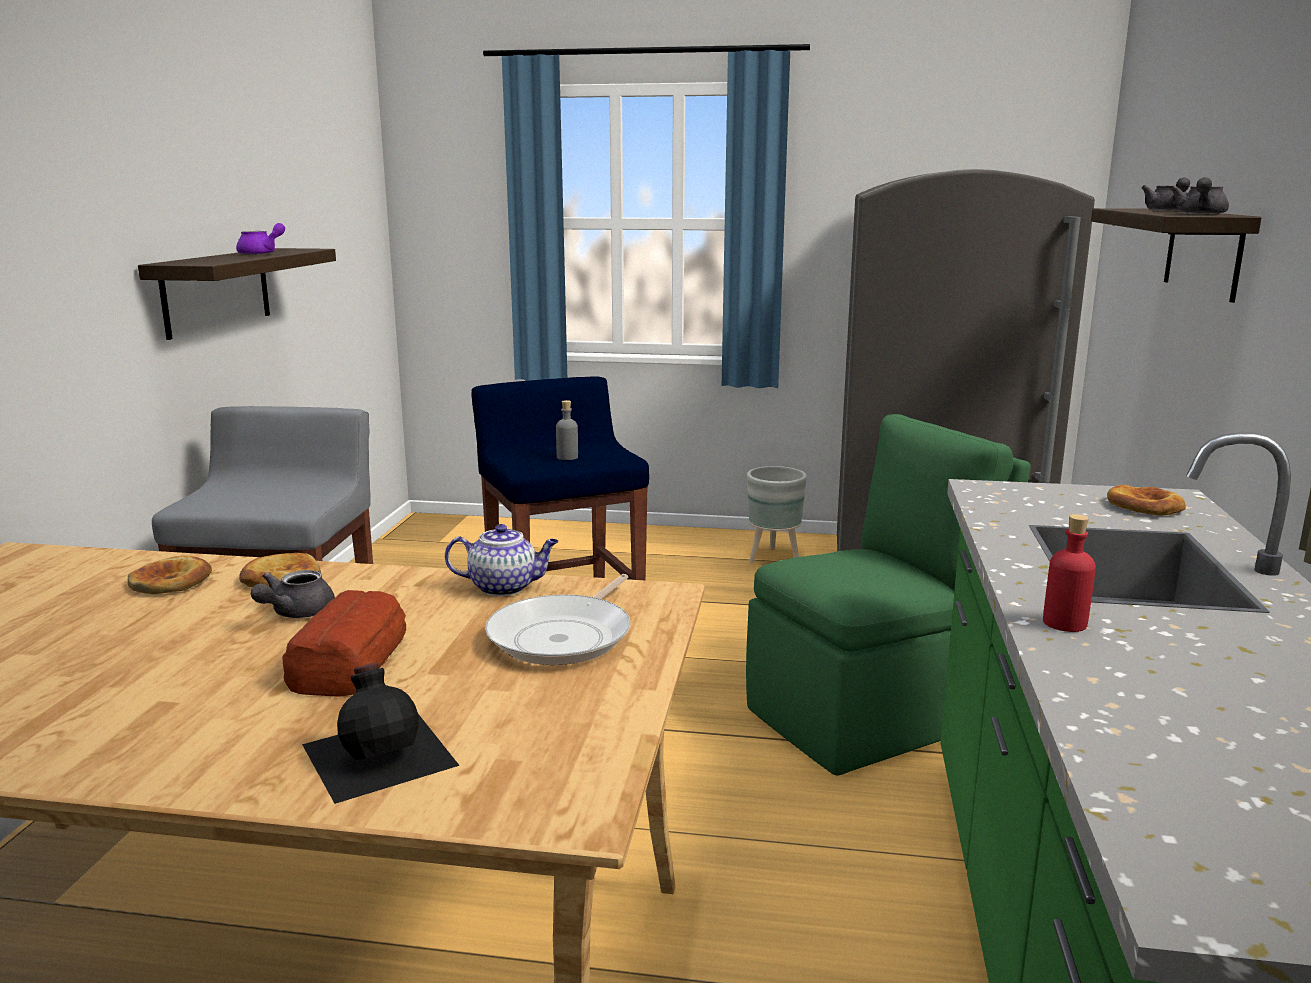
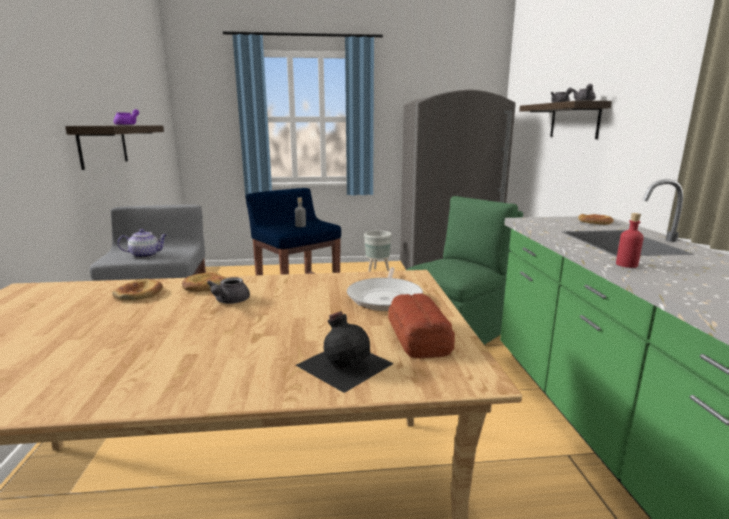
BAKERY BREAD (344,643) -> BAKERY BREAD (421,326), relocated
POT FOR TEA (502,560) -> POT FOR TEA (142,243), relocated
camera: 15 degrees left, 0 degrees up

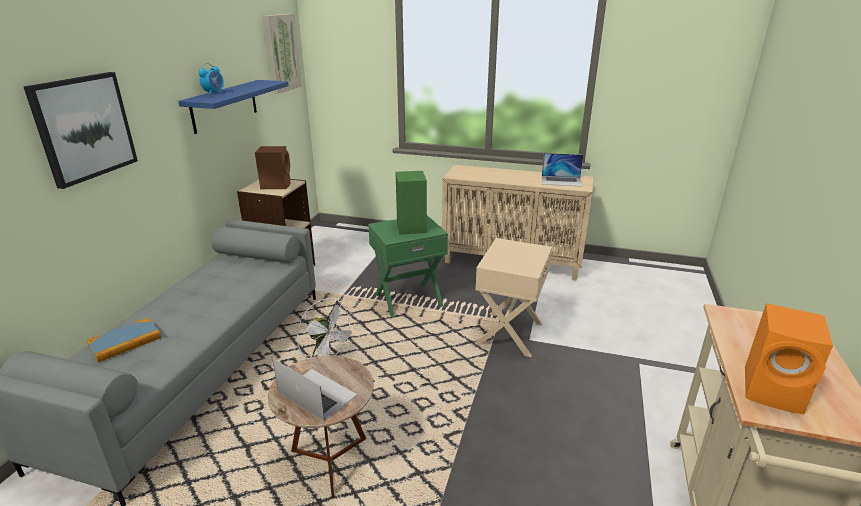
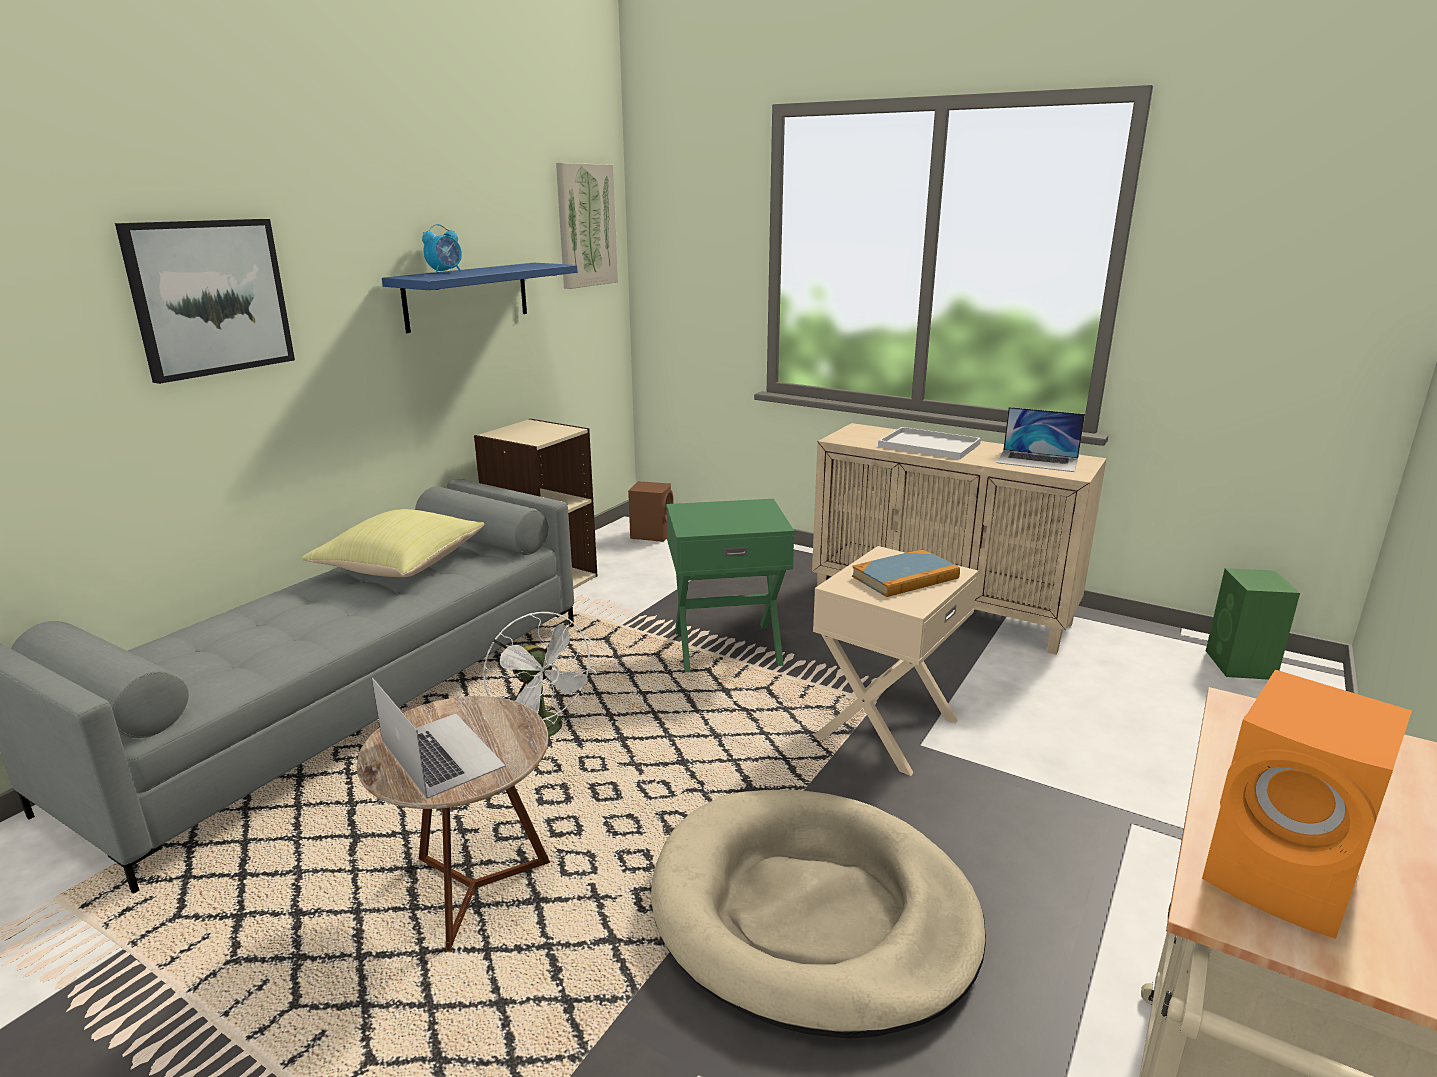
none -> YELLOW-COLOURED PILLOW (393,543)
none -> SAND-COLOURED PET BED (818,914)
none -> WHITE SERVING TRAY (929,443)
BOOK (123,340) -> BOOK (906,573), relocated
BROWN-COLOURED SPEAKER (273,168) -> BROWN-COLOURED SPEAKER (651,511), relocated
GREENISH SPEAKER (411,203) -> GREENISH SPEAKER (1253,624), relocated
camera: 15 degrees right, 5 degrees down

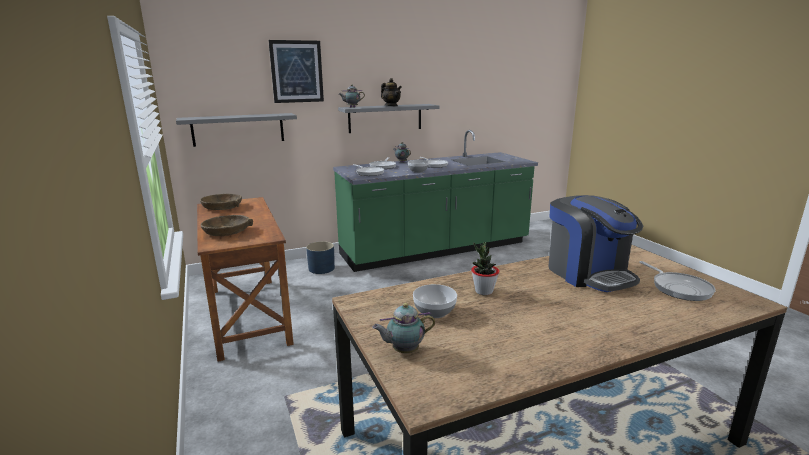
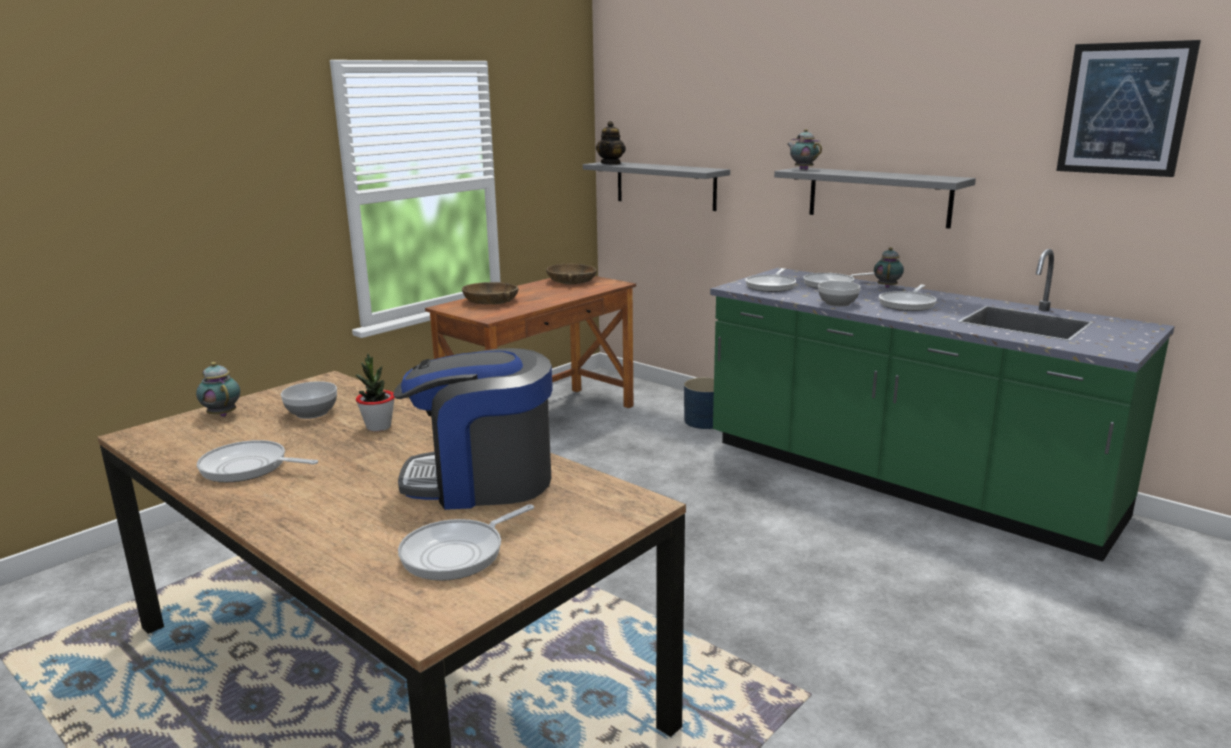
none -> PAN (257,461)
PICTURE (296,71) -> PICTURE (1128,108), relocated
POT FOR TEA (391,92) -> POT FOR TEA (611,143), relocated
COFFEE MAKER (595,243) -> COFFEE MAKER (473,429), 45 degrees clockwise
camera: 65 degrees right, 0 degrees up

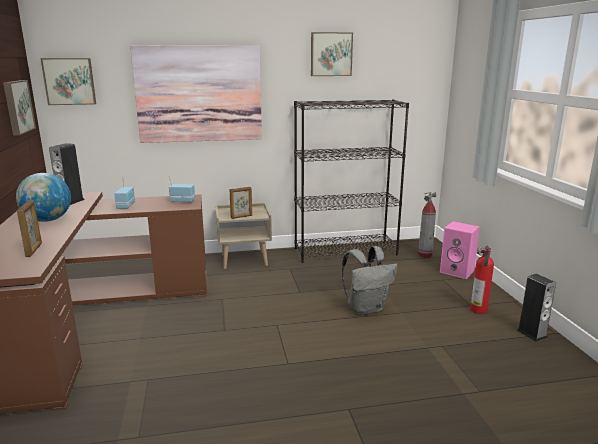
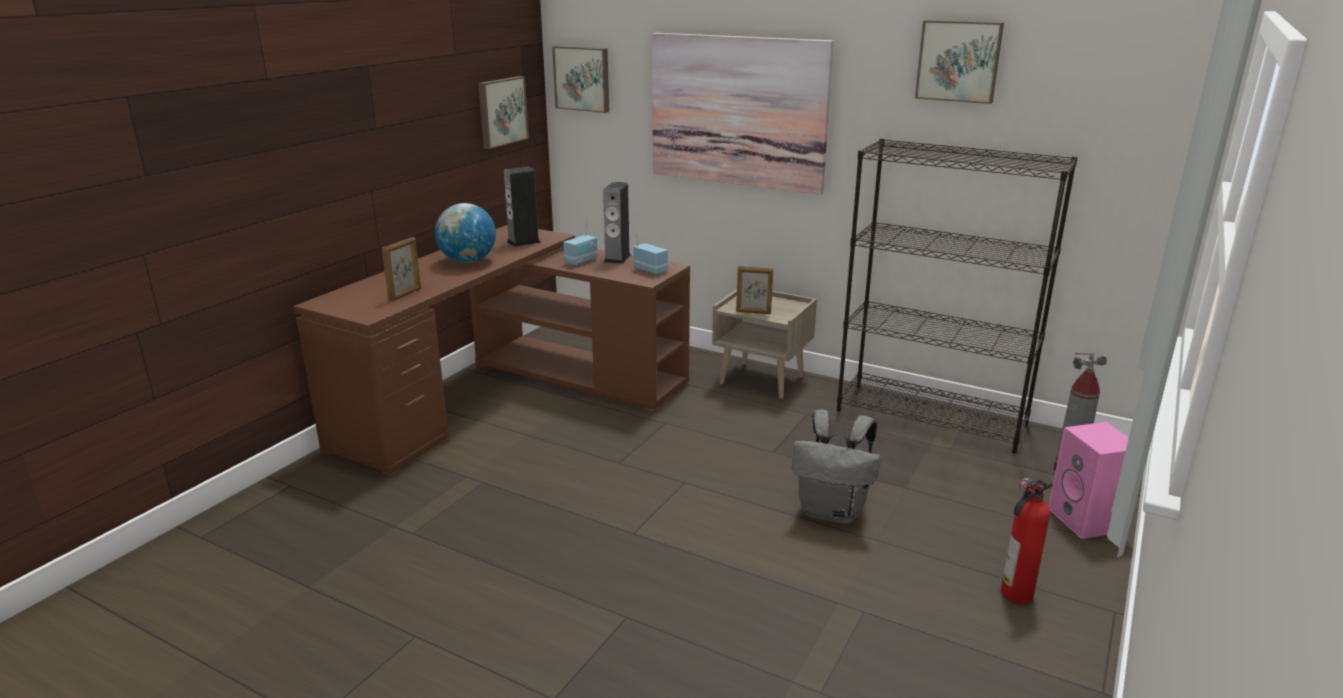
SPEAKER (536,308) -> SPEAKER (617,223), relocated
camera: 40 degrees right, 5 degrees up

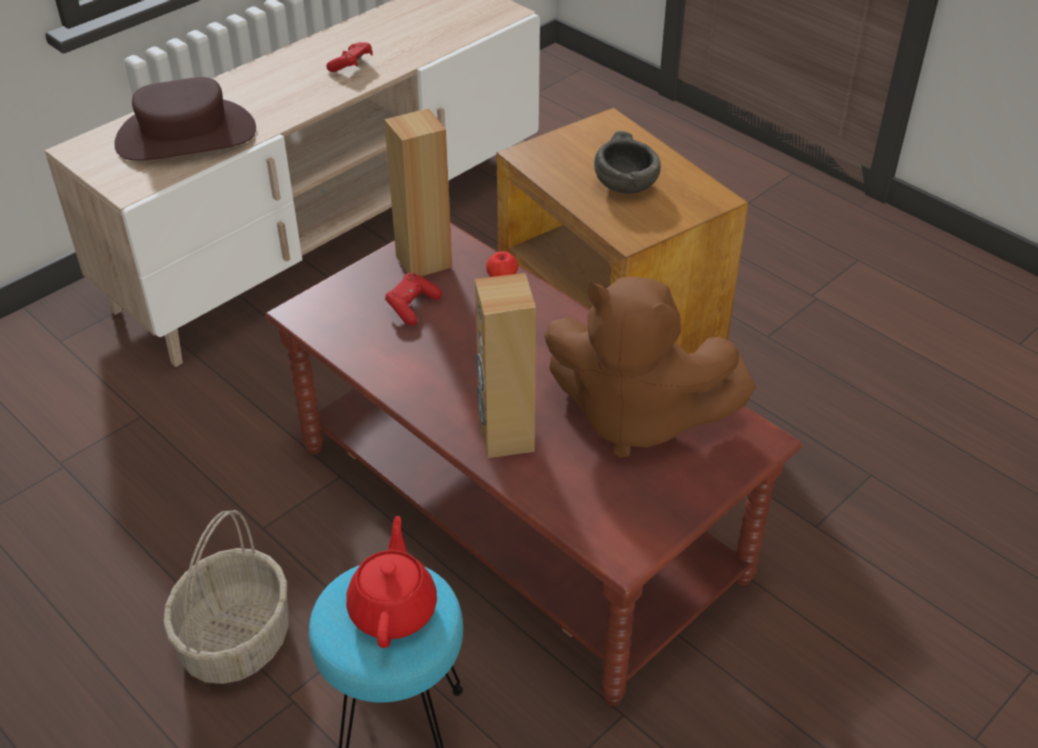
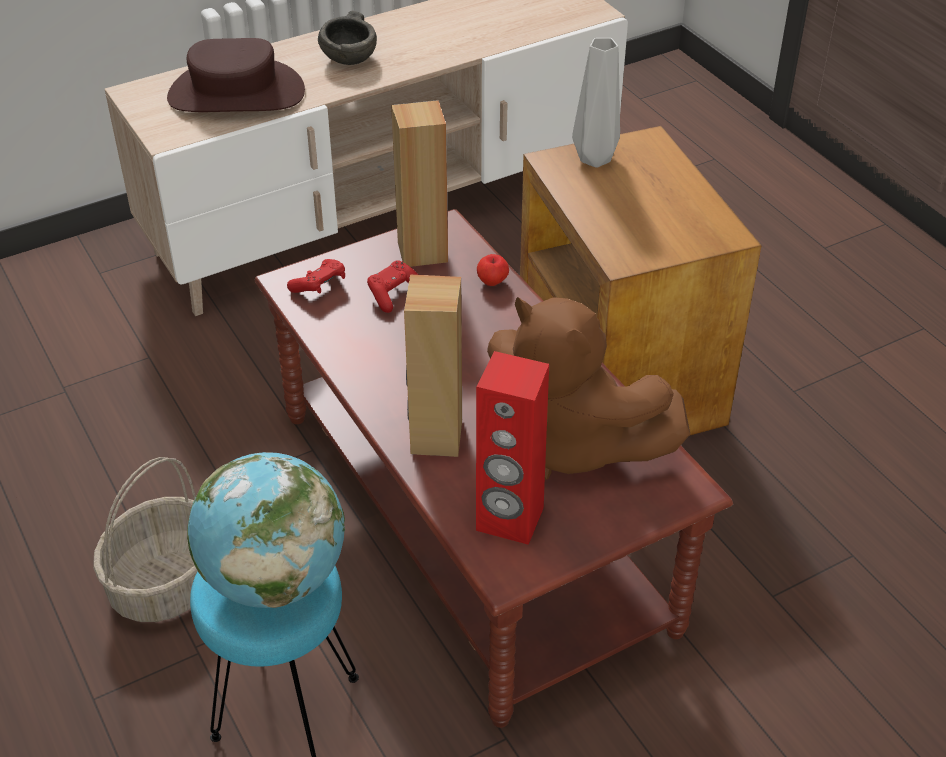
none -> RED-COLOURED SPEAKER (512,448)
none -> GRAY DECORATIVE VASE (596,102)
RED-COLOURED GAME CONTROLLER (349,57) -> RED-COLOURED GAME CONTROLLER (316,276), relocated
GRAY BOWL (627,162) -> GRAY BOWL (347,38), relocated
RED-COLOURED POT FOR TEA (391,582) -> WORLD GLOBE (266,530)
camera: 15 degrees right, 0 degrees up

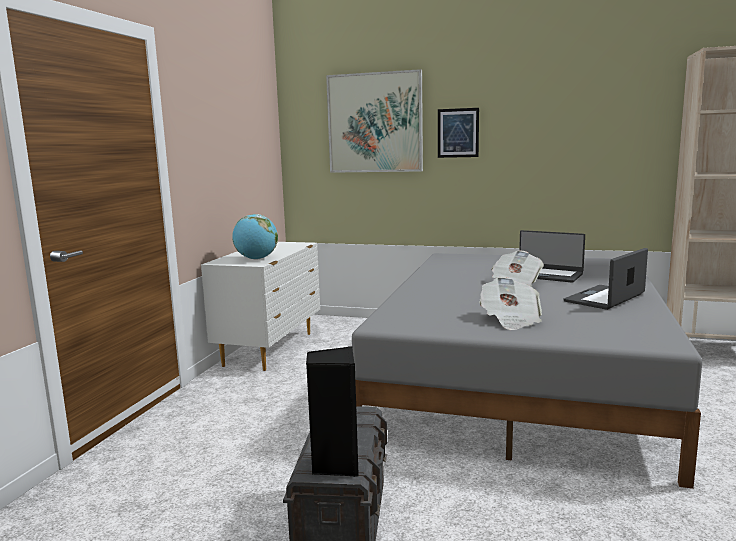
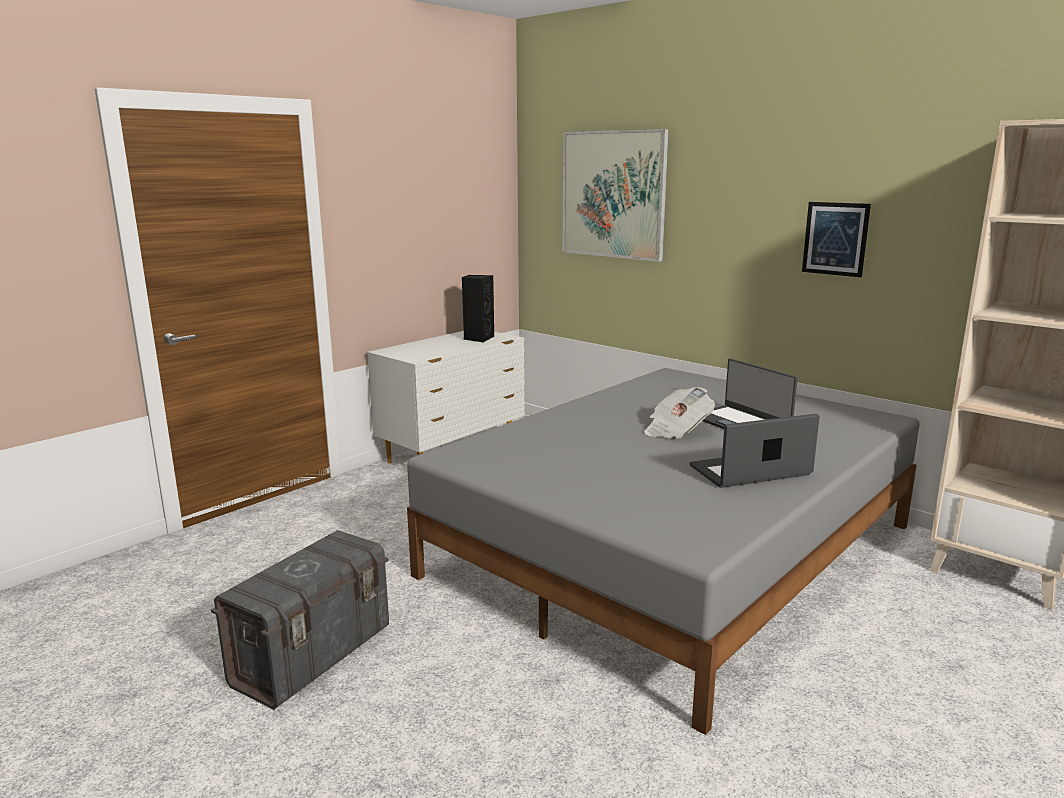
WORLD GLOBE (255,237) -> none
PRINTED PAPER (510,303) -> none
BLACKISH SPEAKER (332,411) -> BLACKISH SPEAKER (478,309), relocated
PICTURE (458,133) -> PICTURE (836,239), relocated
camera: 25 degrees right, 5 degrees up

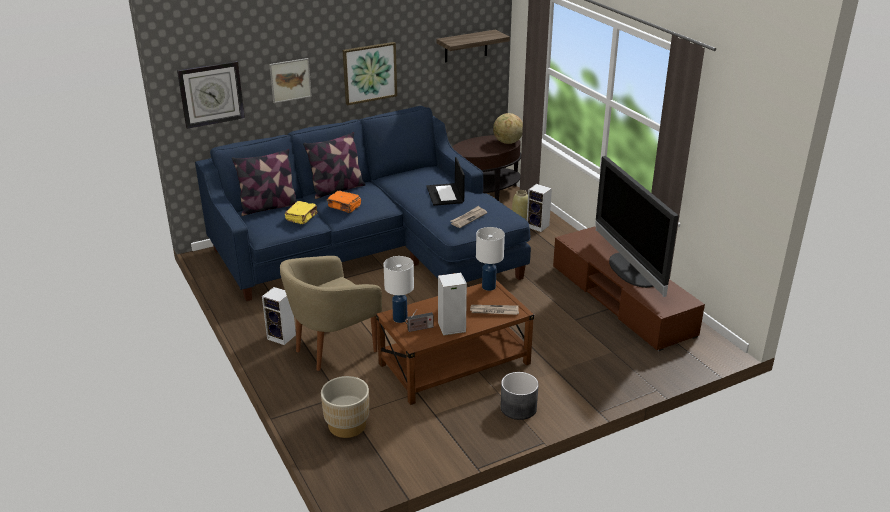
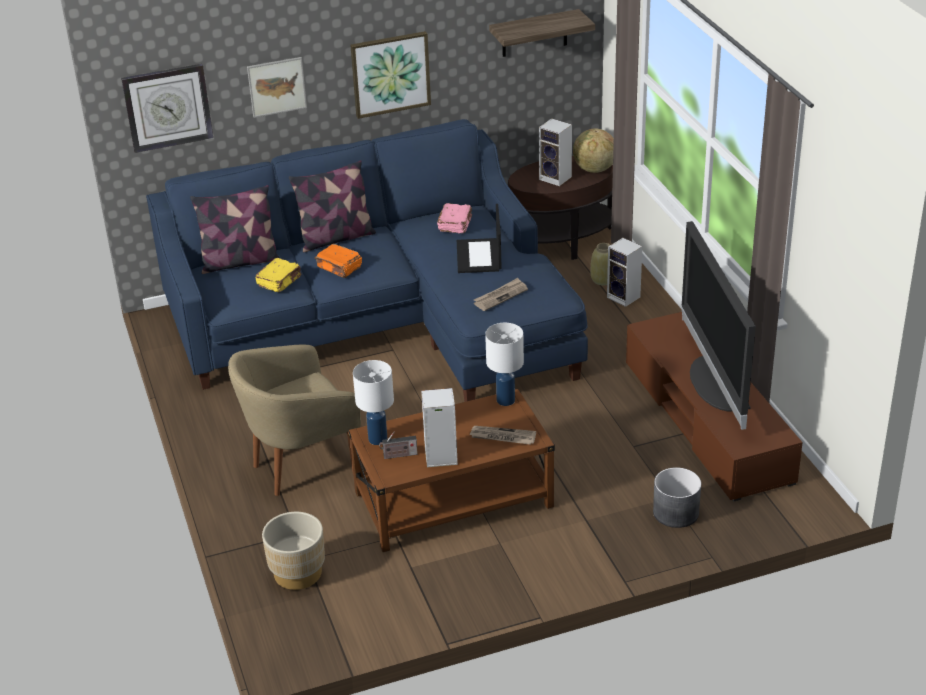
none -> PINKISH BOOK (454,218)
SPEAKER (279,316) -> SPEAKER (555,152), relocated
GRAY PLANTER (520,396) -> GRAY PLANTER (677,497), relocated
camera: 10 degrees right, 5 degrees up

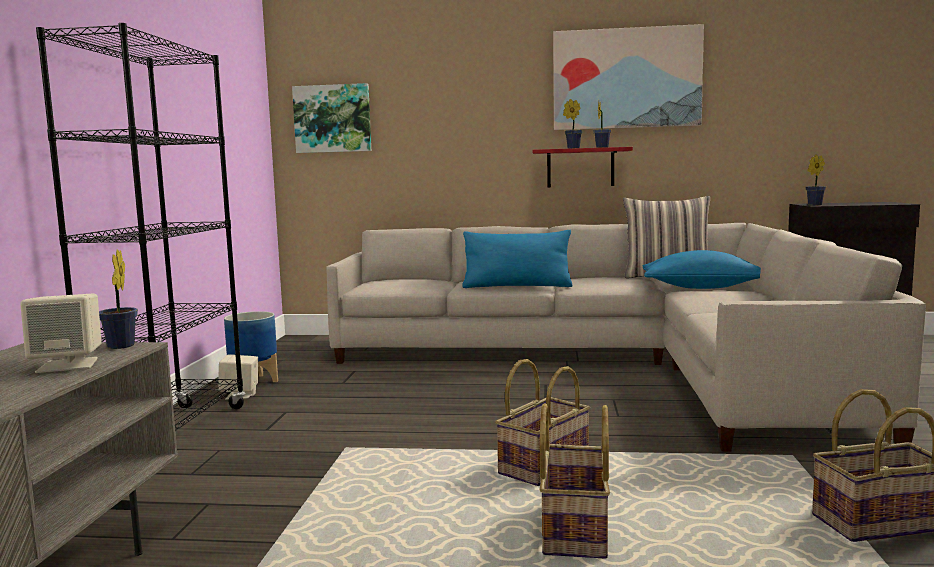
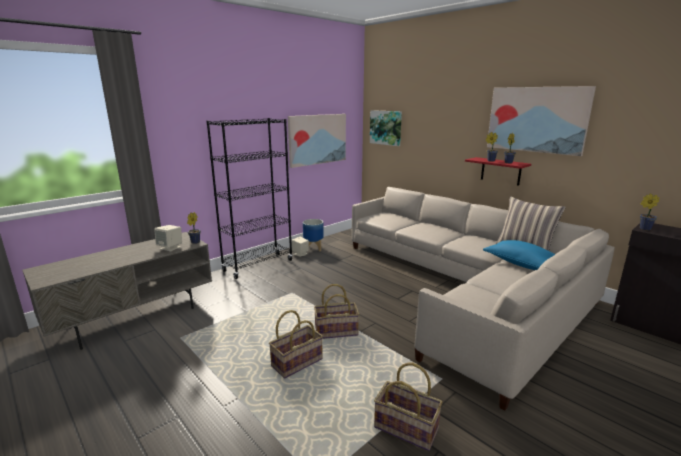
BLUE-COLOURED PILLOW (517,259) -> none
none -> PICTURE (317,141)
camera: 40 degrees right, 10 degrees up

